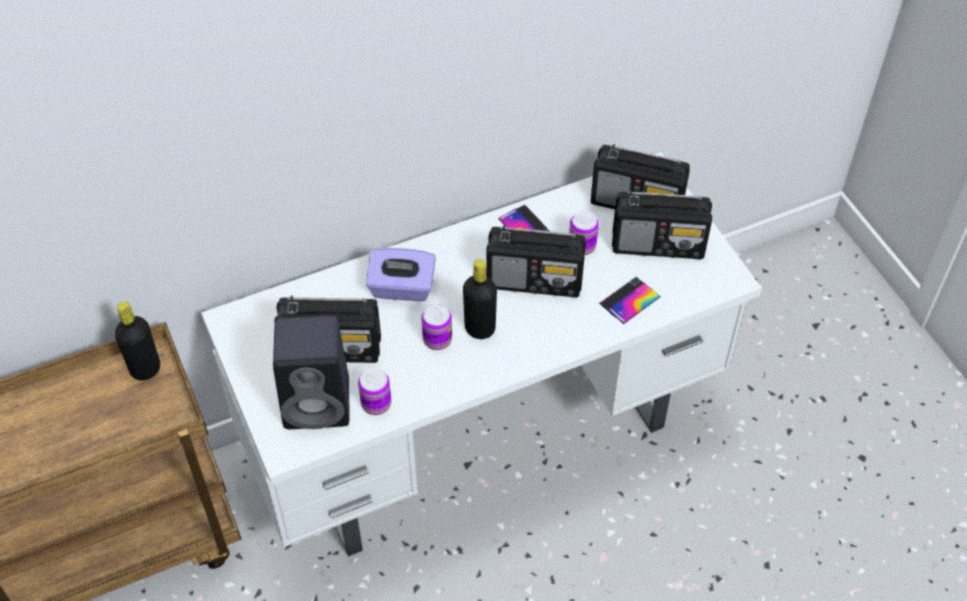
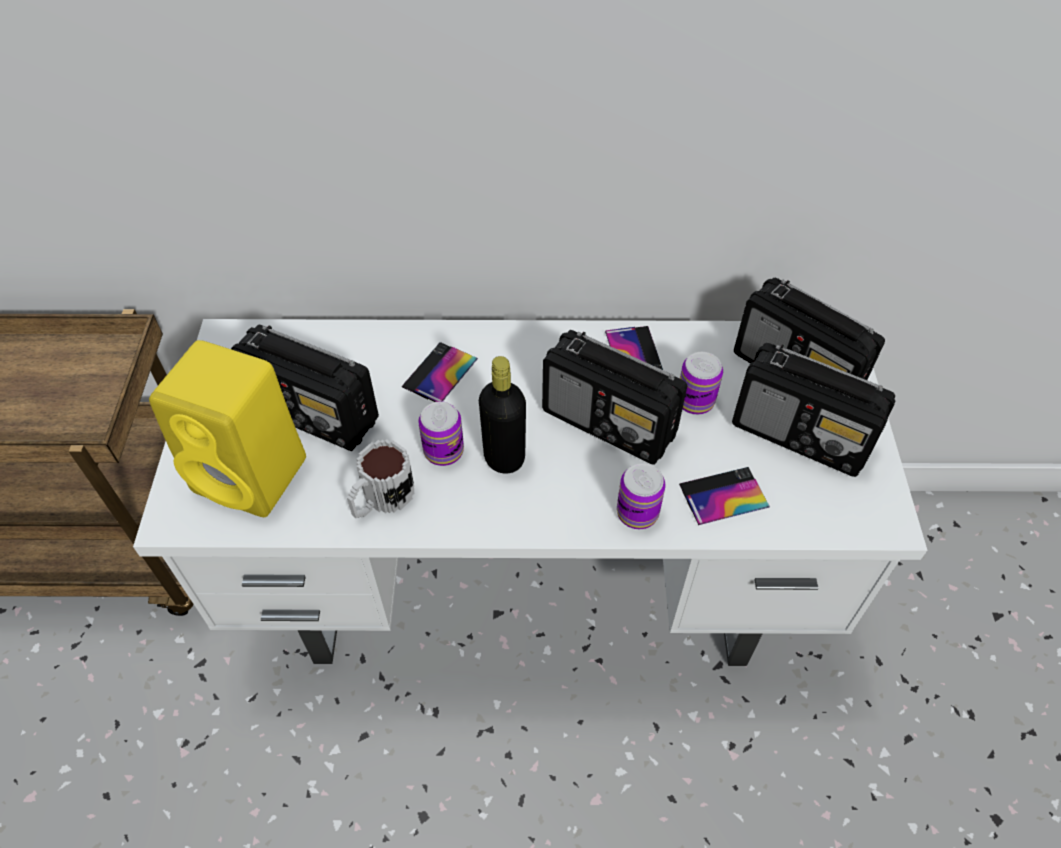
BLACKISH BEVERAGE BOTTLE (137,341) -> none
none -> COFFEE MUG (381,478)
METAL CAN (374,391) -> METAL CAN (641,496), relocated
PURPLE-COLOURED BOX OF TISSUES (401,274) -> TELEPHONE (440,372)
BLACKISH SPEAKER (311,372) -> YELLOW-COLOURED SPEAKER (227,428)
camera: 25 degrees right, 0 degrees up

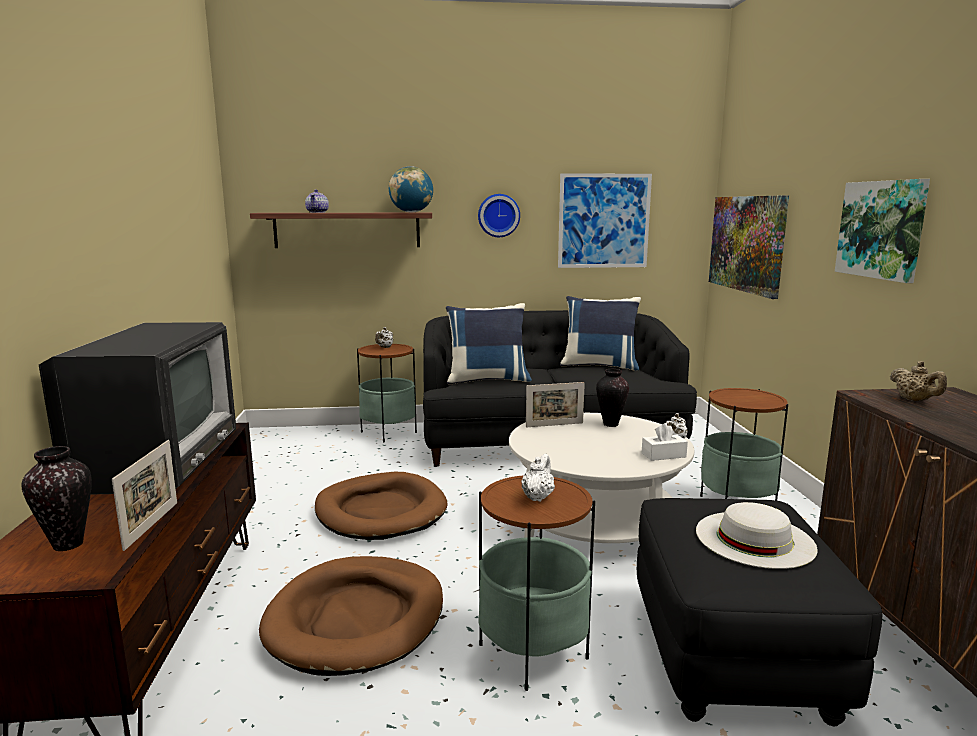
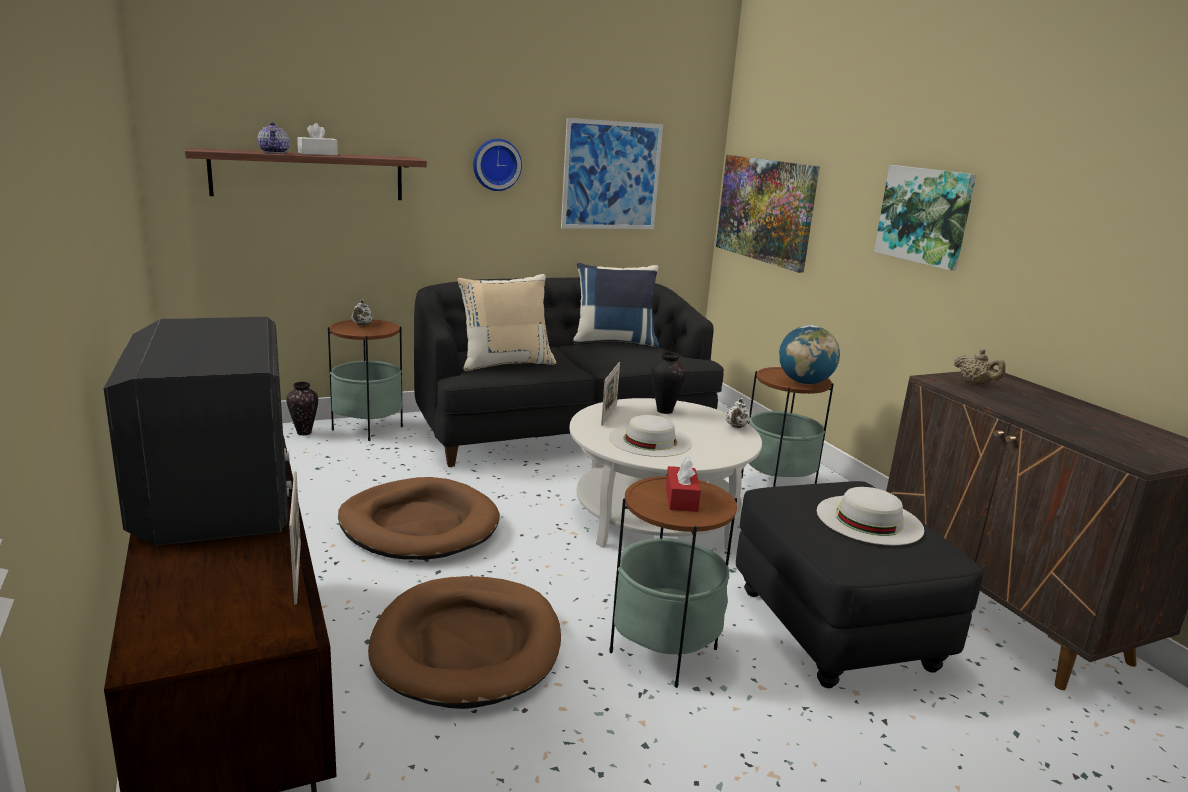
none -> WHITE HAT (650,436)
DECORATIVE VASE (57,498) -> DECORATIVE VASE (302,408), relocated
WORLD GLOBE (411,189) -> WORLD GLOBE (809,354), relocated
WHITE BOX OF TISSUES (665,442) -> WHITE BOX OF TISSUES (317,139), relocated
WHITE POT FOR TEA (538,478) -> RED-COLOURED BOX OF TISSUES (683,484)
BLUE-COLOURED PILLOW (489,344) -> SAND-COLOURED PILLOW (507,322)
PHOTO FRAME (555,404) -> PHOTO FRAME (610,394), 45 degrees counterclockwise
camera: 20 degrees left, 5 degrees up

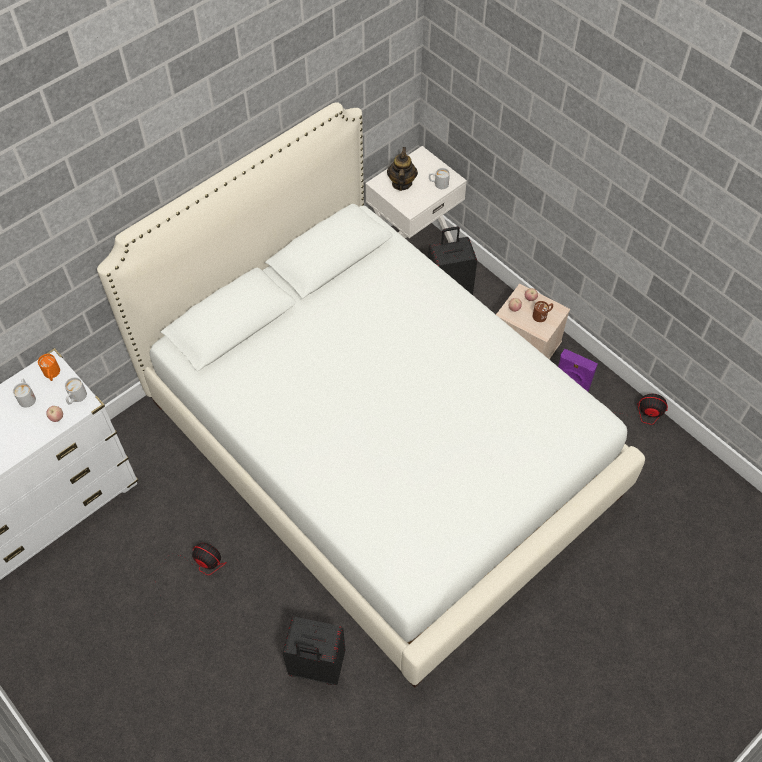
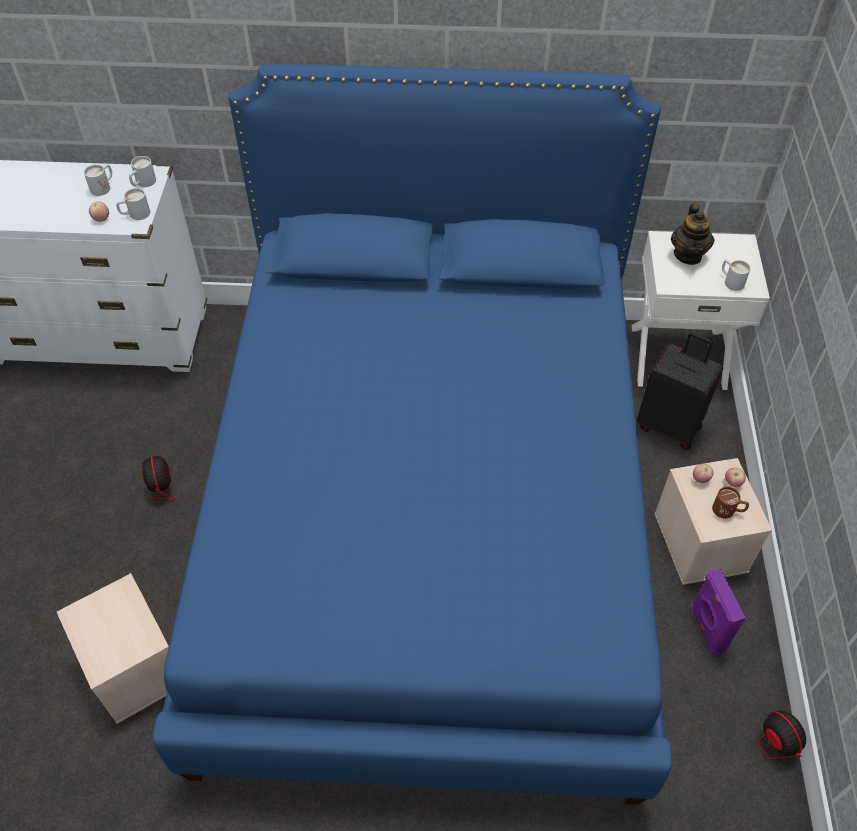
BLACKISH PIECE OF LUGGAGE (313,651) -> SAND-COLOURED STORAGE BOX (113,648)
ORANGE-COLOURED COFFEE MUG (49,367) -> WHITE COFFEE MUG (142,171)
WHITE SLEEPING BED (371,395) -> BLUE-COLOURED SLEEPING BED (412,434)
POT FOR TEA (402,169) -> POT FOR TEA (693,234), 135 degrees clockwise
camera: 45 degrees right, 5 degrees down

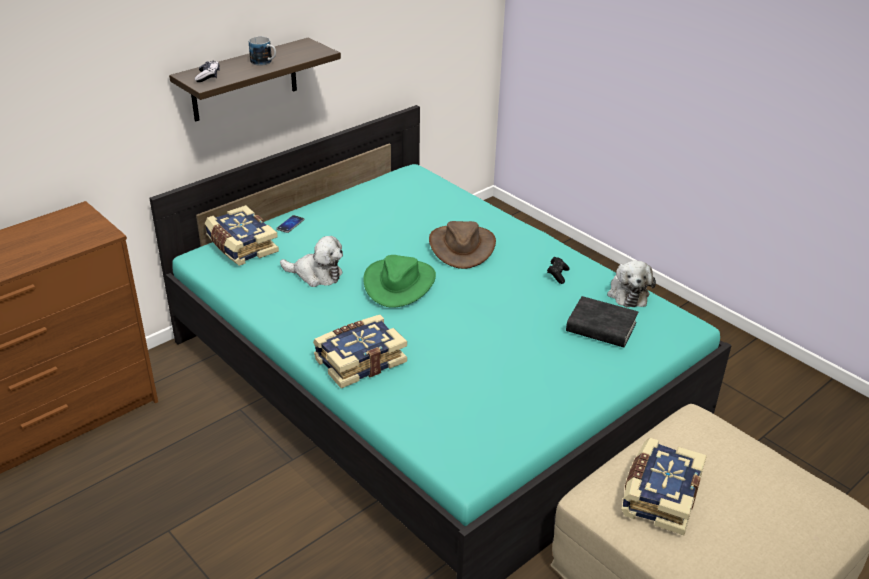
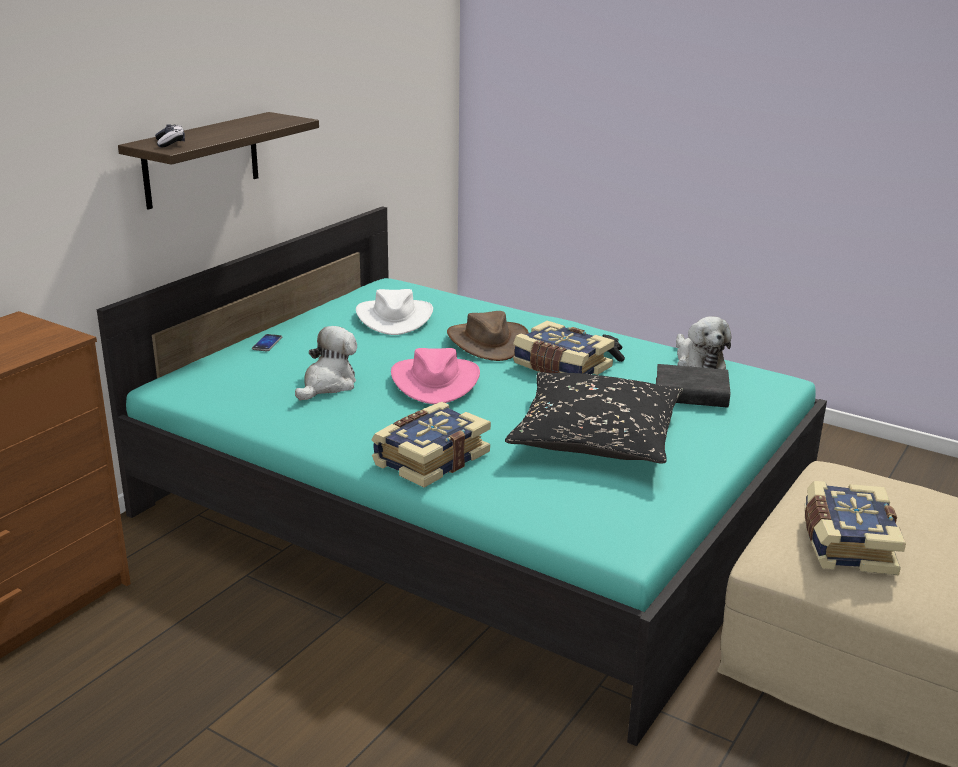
COFFEE MUG (262,51) -> none
none -> WHITE HAT (394,312)
none -> BLACKISH PILLOW (594,417)
BOOK (242,235) -> BOOK (563,348), relocated
GREENISH HAT (399,281) -> PINKISH HAT (435,376)
PLUSH TOY (311,261) -> PLUSH TOY (326,363), 60 degrees counterclockwise
camera: 15 degrees left, 10 degrees down

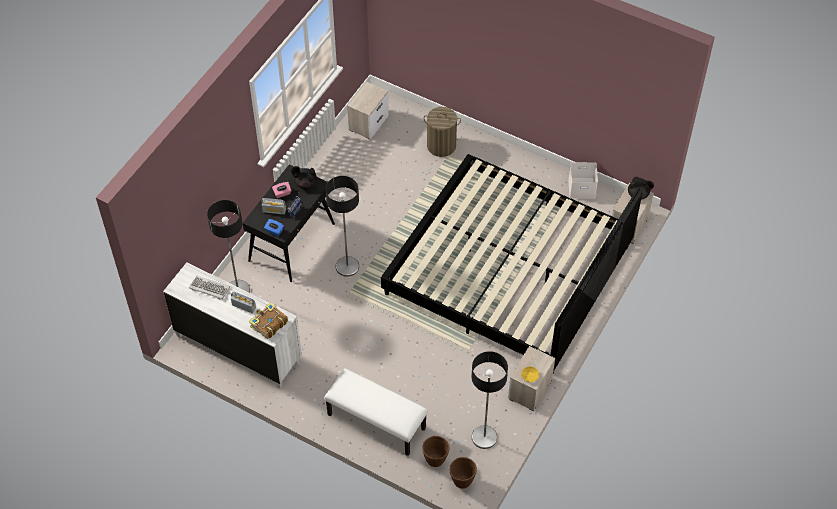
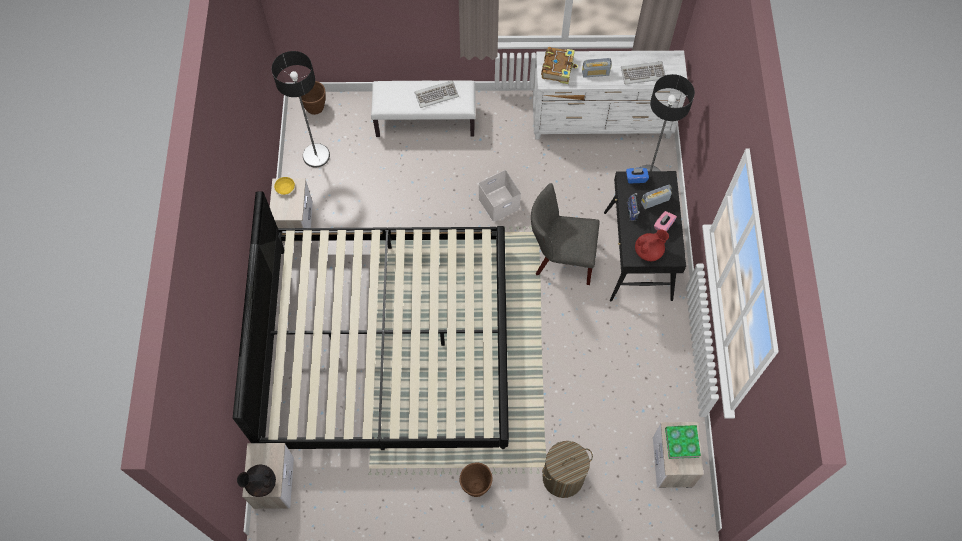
none -> KEYBOARD (436,94)
none -> BOOK (683,442)
BROWN-COLOURED PLANTER (435,451) -> BROWN-COLOURED PLANTER (476,480), relocated
WHITE STORAGE BOX (583,180) -> WHITE STORAGE BOX (500,196), relocated
STANDARD LAMP (342,226) -> GRAY CHAIR (565,234)
BLACKISH POT FOR TEA (304,177) -> RED-COLOURED POT FOR TEA (652,245)
camera: 150 degrees right, 10 degrees up

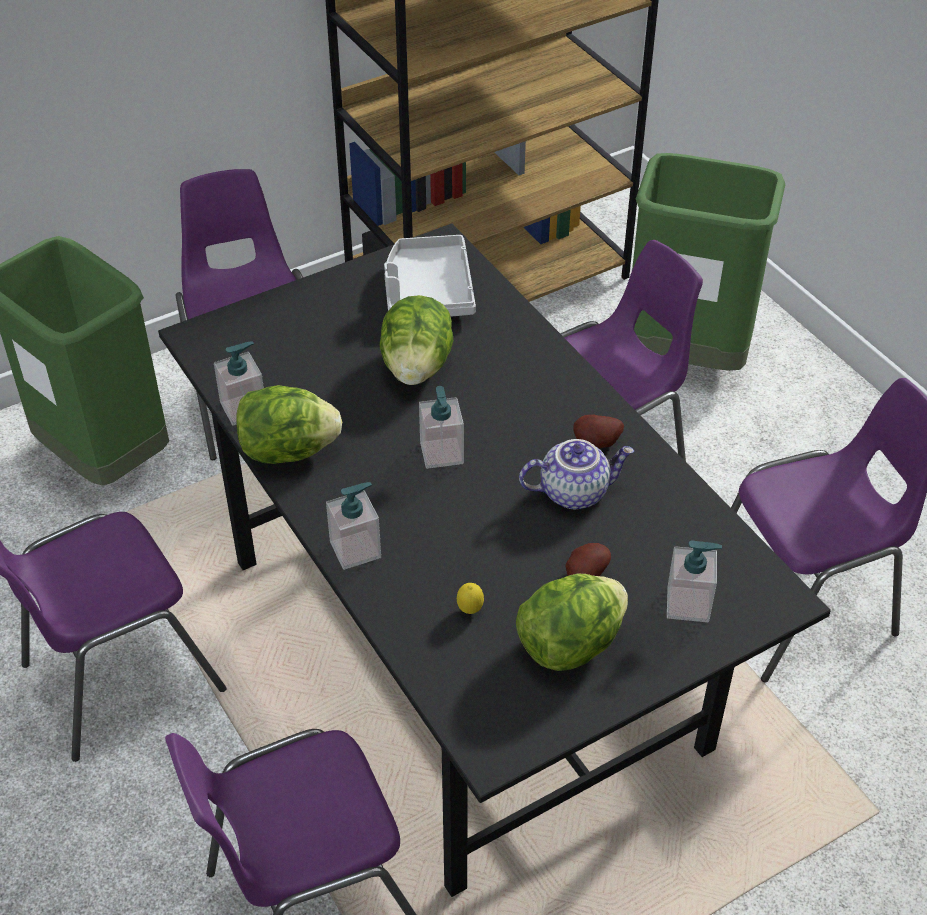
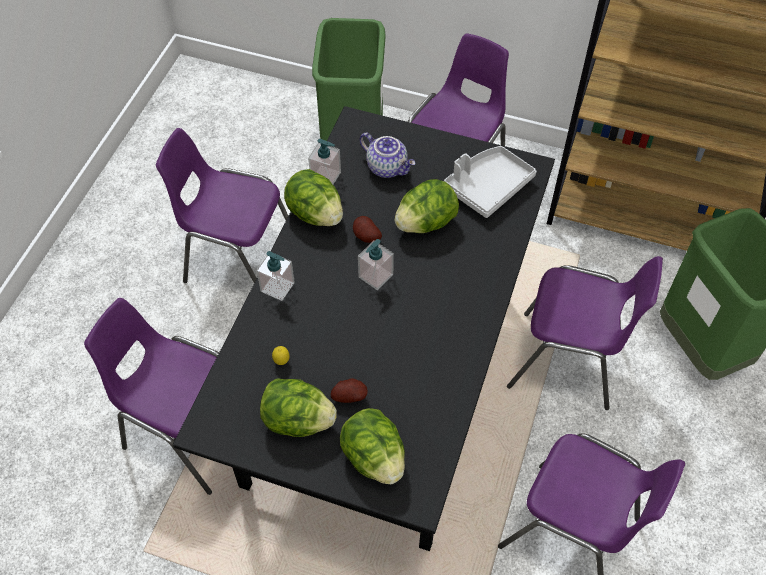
POT FOR TEA (576,474) -> POT FOR TEA (387,155), relocated
SPUD (598,431) -> SPUD (367,229), relocated
SOAP BOTTLE (694,581) -> HEAD OF LETTUCE (372,446)
camera: 50 degrees right, 10 degrees up

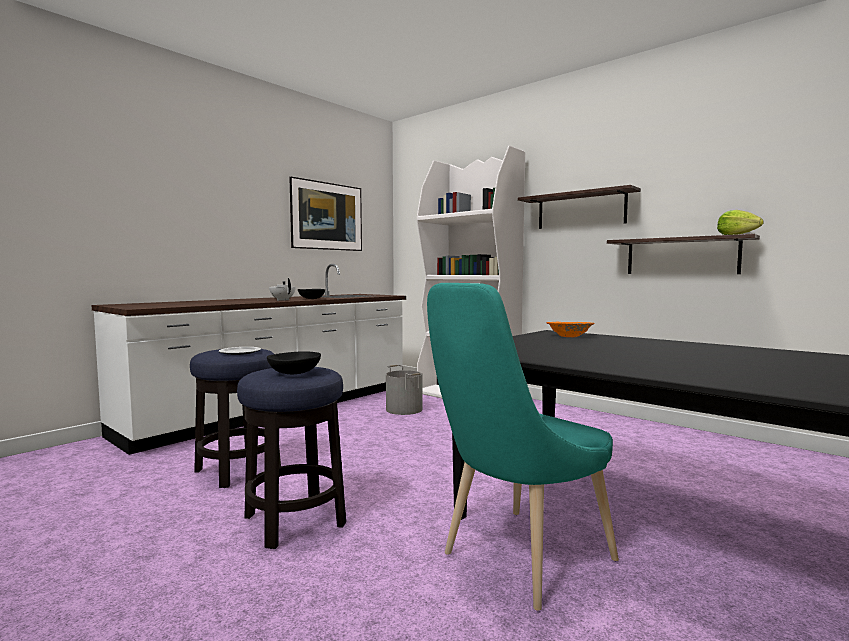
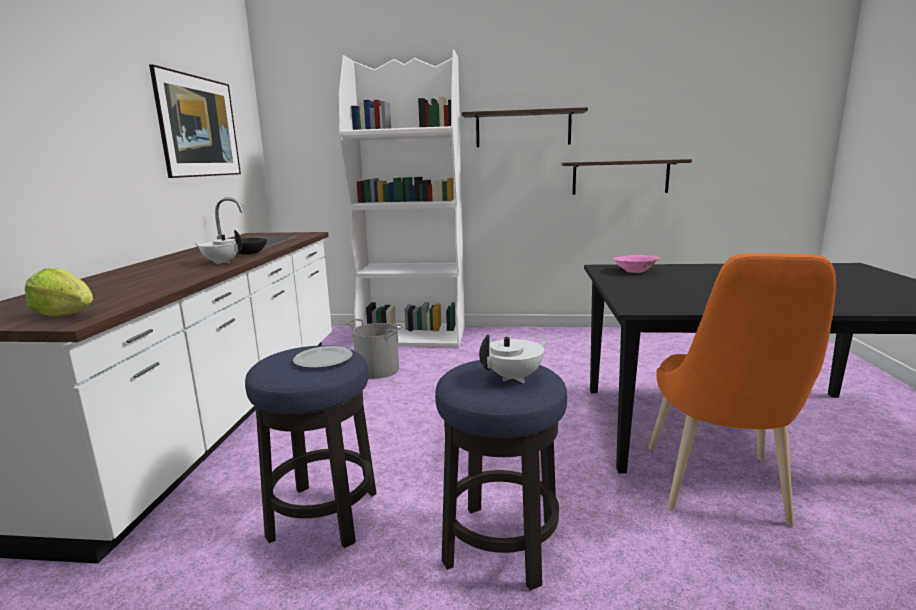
HEAD OF LETTUCE (740,222) -> HEAD OF LETTUCE (58,292), relocated
BLACKISH BOWL (294,362) -> WHITE POT FOR TEA (514,359)
TURQUOISE CHAIR (523,447) -> ORANGE-COLOURED CHAIR (742,389)
ORANGE-COLOURED BOWL (570,329) -> PINKISH BOWL (637,264)
camera: 35 degrees left, 10 degrees up

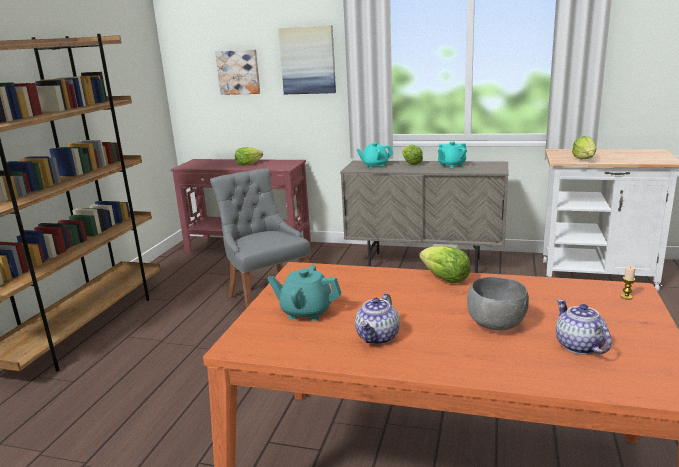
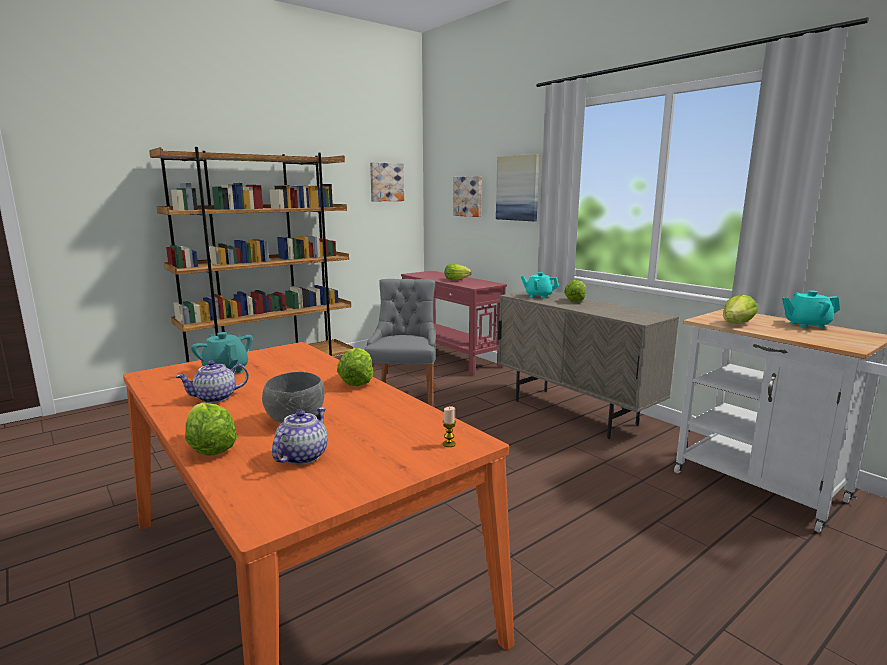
none -> HEAD OF LETTUCE (211,429)
none -> PICTURE (387,181)
TURQUOISE POT FOR TEA (452,154) -> TURQUOISE POT FOR TEA (811,310), relocated
camera: 35 degrees right, 5 degrees down

